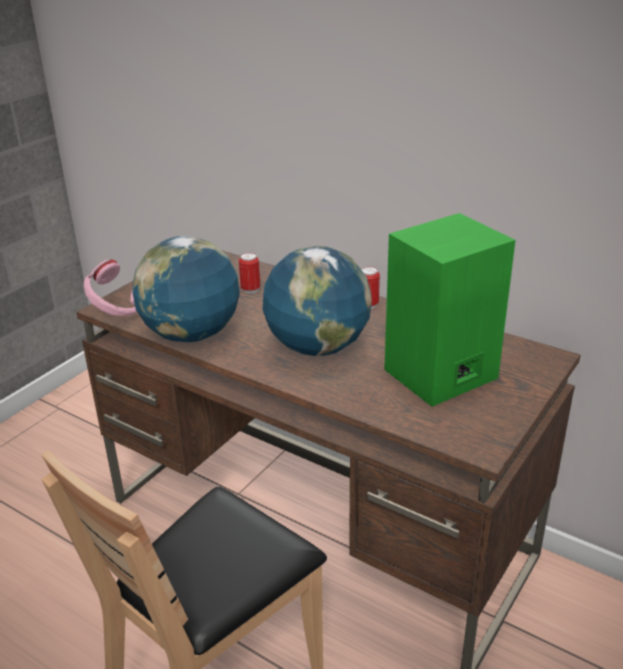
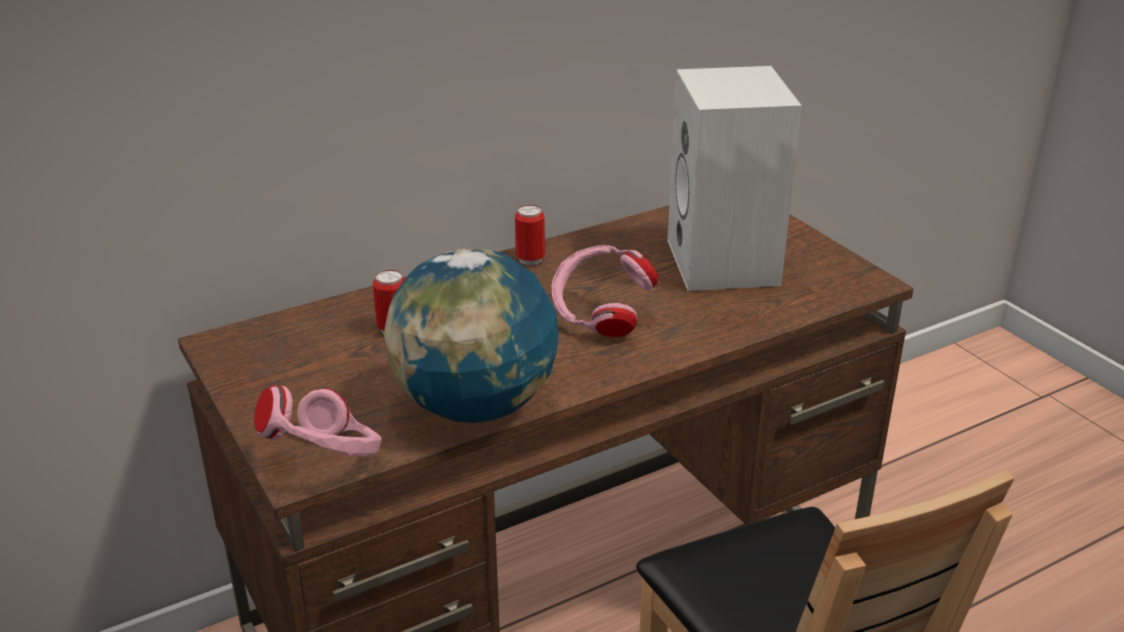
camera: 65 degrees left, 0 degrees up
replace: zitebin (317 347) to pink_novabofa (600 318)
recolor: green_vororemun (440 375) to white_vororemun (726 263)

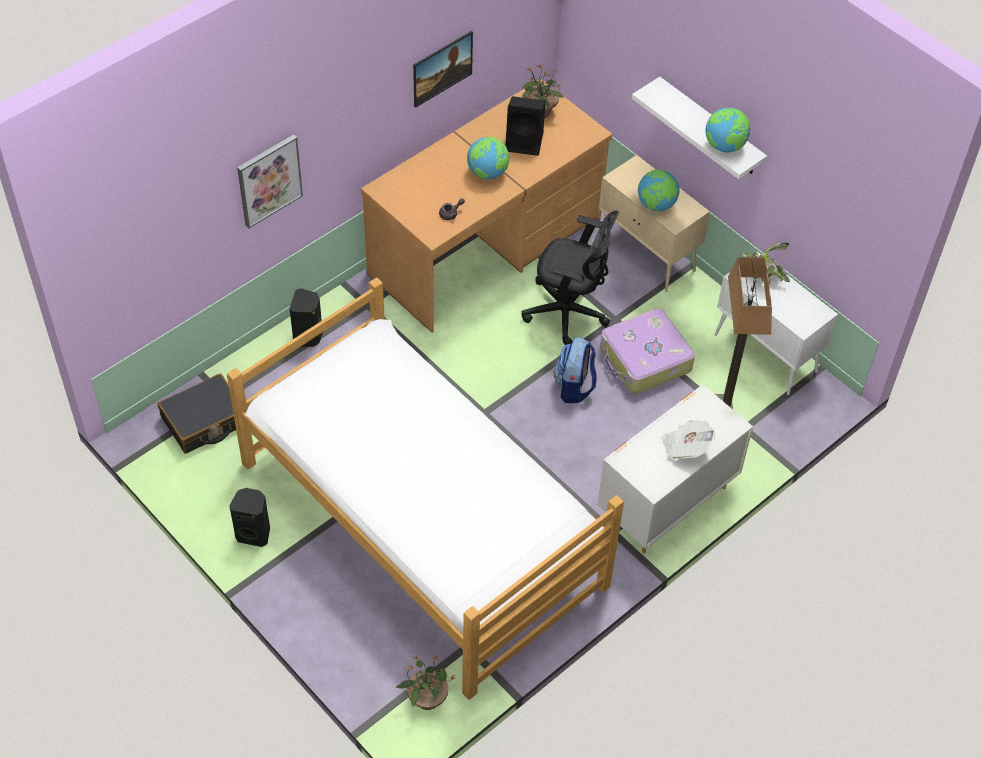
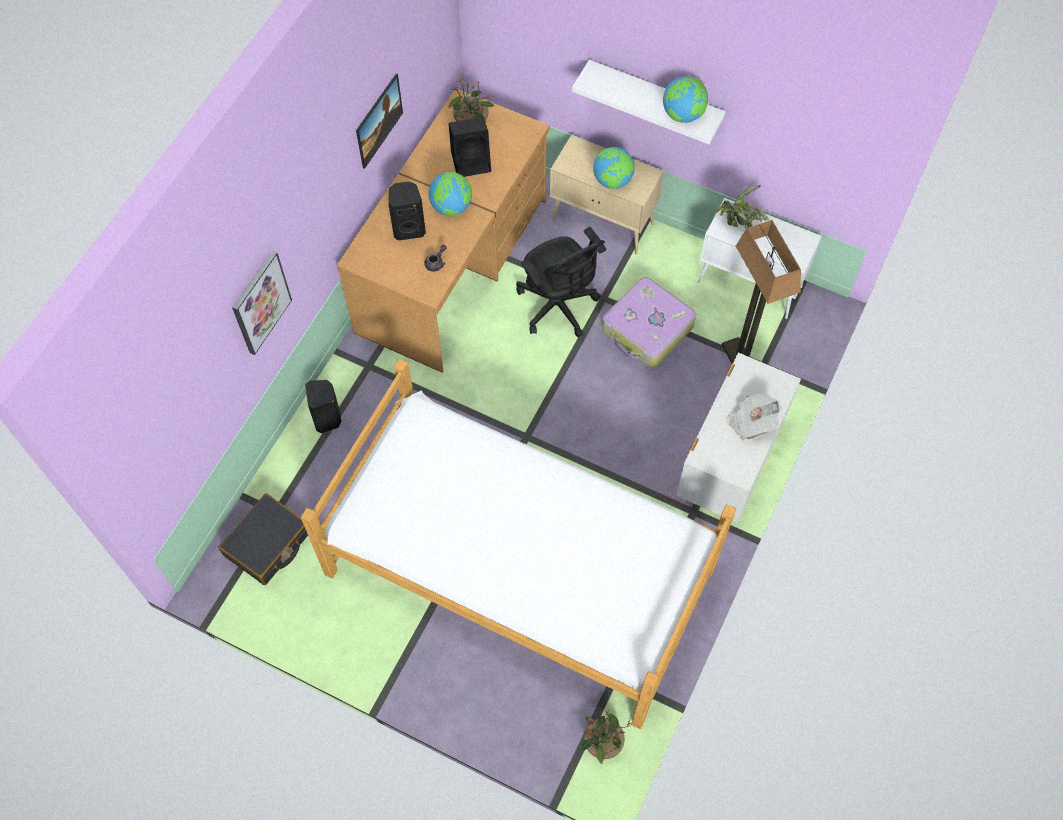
camera: 20 degrees left, 10 degrees up
delete: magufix (574 387)
move: black_vororemun (254 533) to (409 228)
rotate: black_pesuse (568 313) = (558 307) 60 degrees clockwise

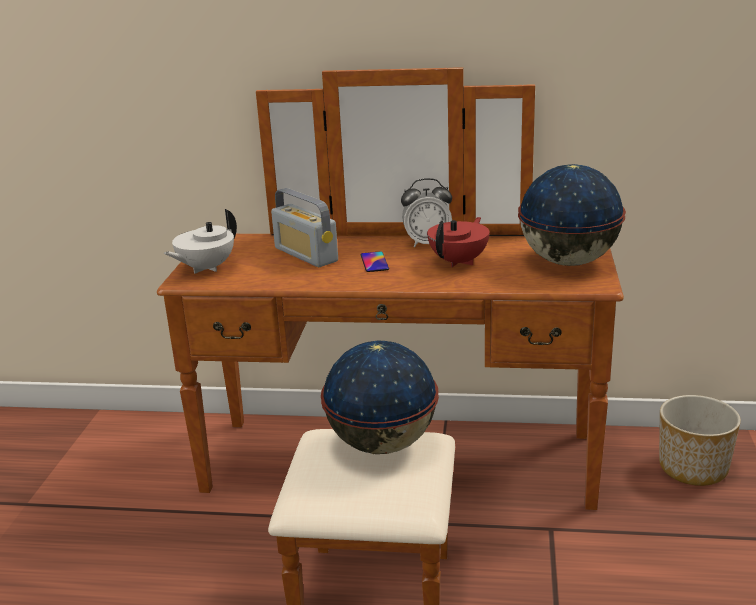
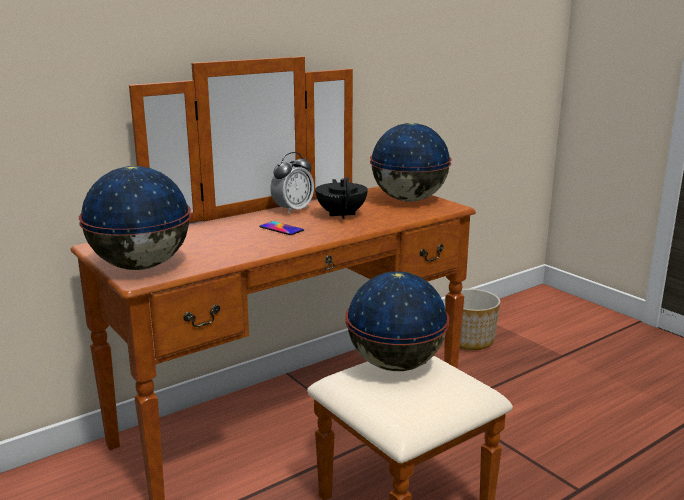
camera: 45 degrees left, 5 degrees down
delete: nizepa (306 254)
replace: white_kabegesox (205 268) to zitebin (140 266)
recolor: red_kabegesox (459 261) to black_kabegesox (341 215)

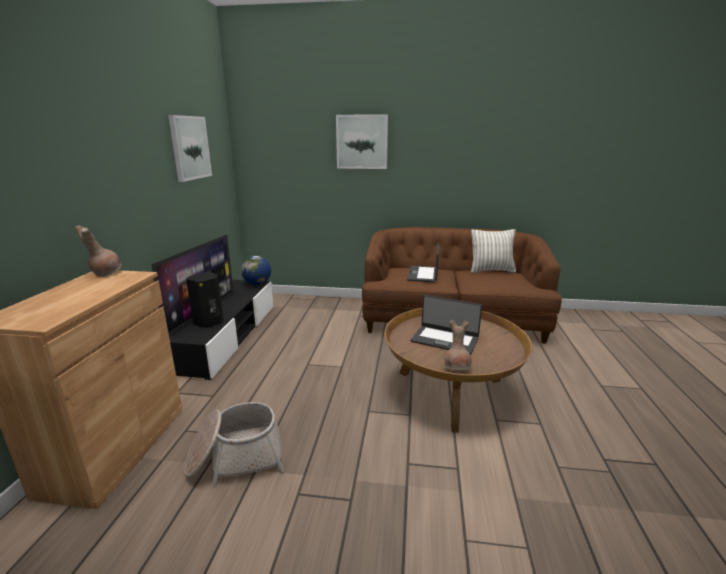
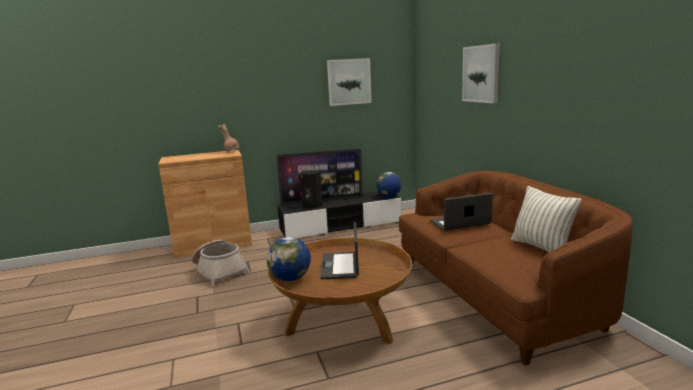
camera: 65 degrees right, 5 degrees down
replace: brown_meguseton (457 369) to zitebin (290 278)

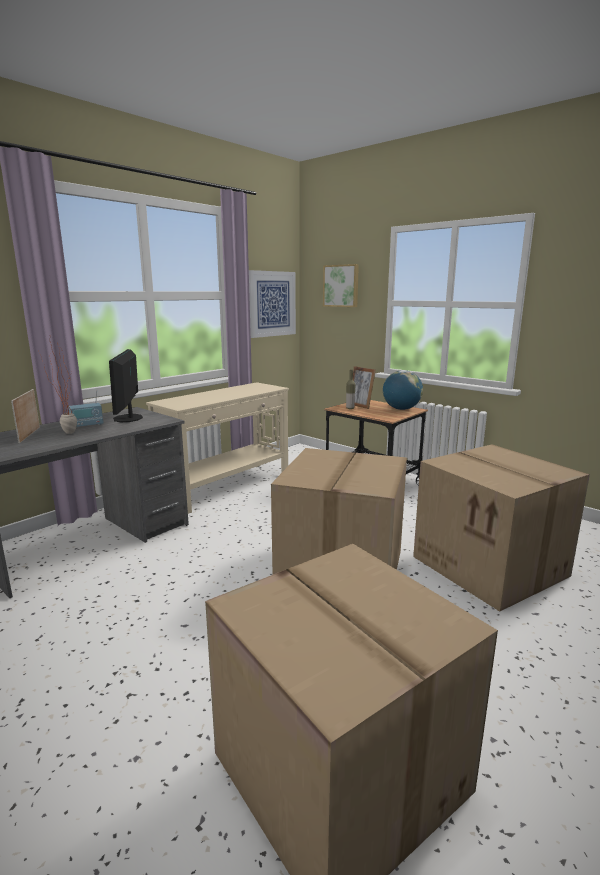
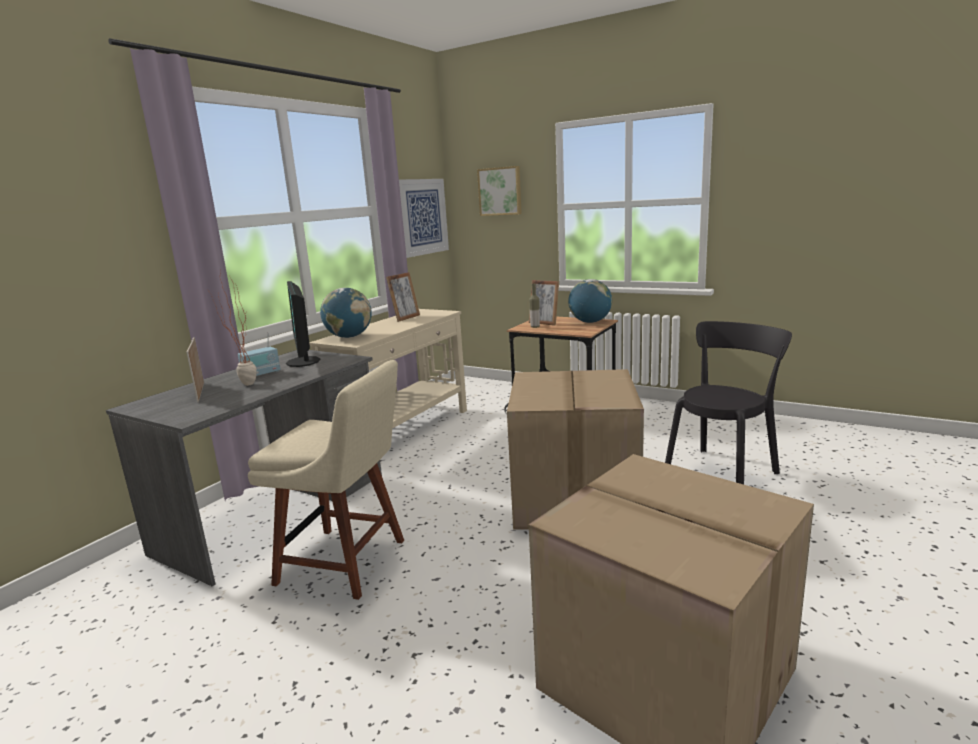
camera: 10 degrees left, 0 degrees up
insert: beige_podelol (347 562); zitebin (349 337); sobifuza (405 318)
replace: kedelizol (492 566) to black_podelol (723 472)

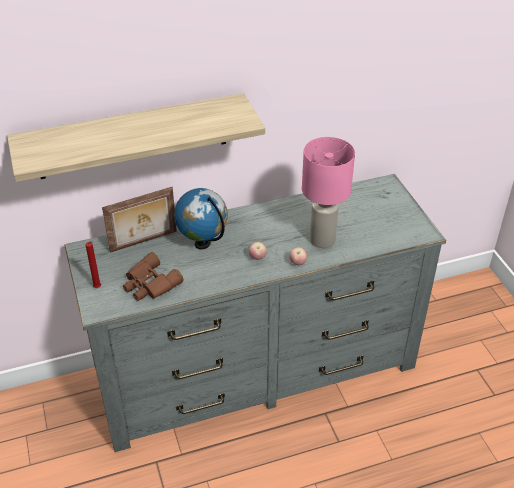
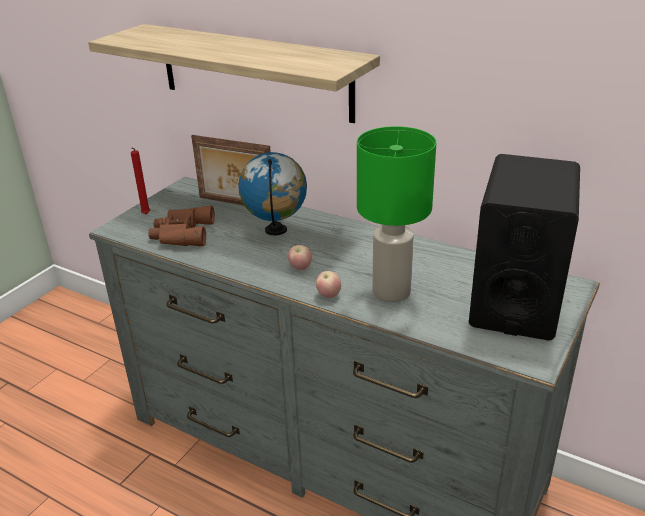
camera: 50 degrees right, 10 degrees down
insert: black_vororemun (515 301)
recolor: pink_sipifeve (322 239) to green_sipifeve (392 291)

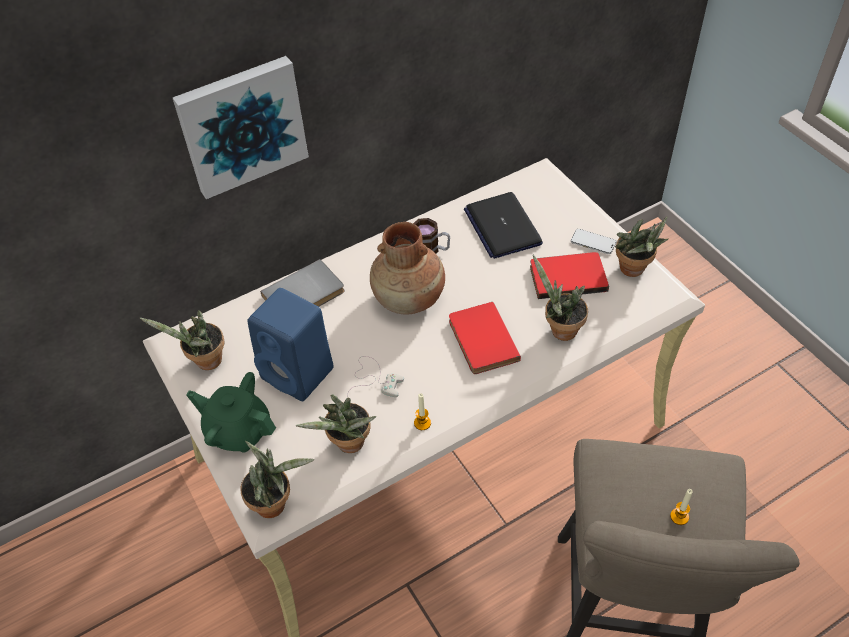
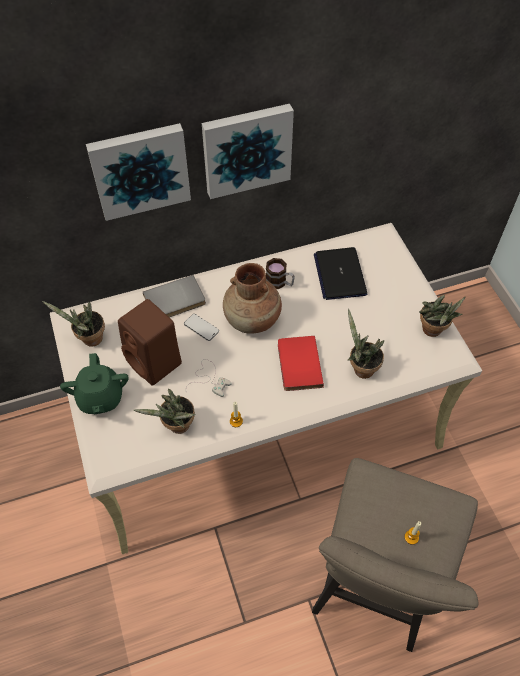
camera: 10 degrees right, 5 degrees up
delete: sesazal (275 503); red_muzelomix (567 276)
insert: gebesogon (246 149)
move: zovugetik (593 242) to (201 328)
recolor: blue_vororemun (300 374) to brown_vororemun (155 363)
rotate: green_kabegesox (238 431) = (100 398) 135 degrees counterclockwise

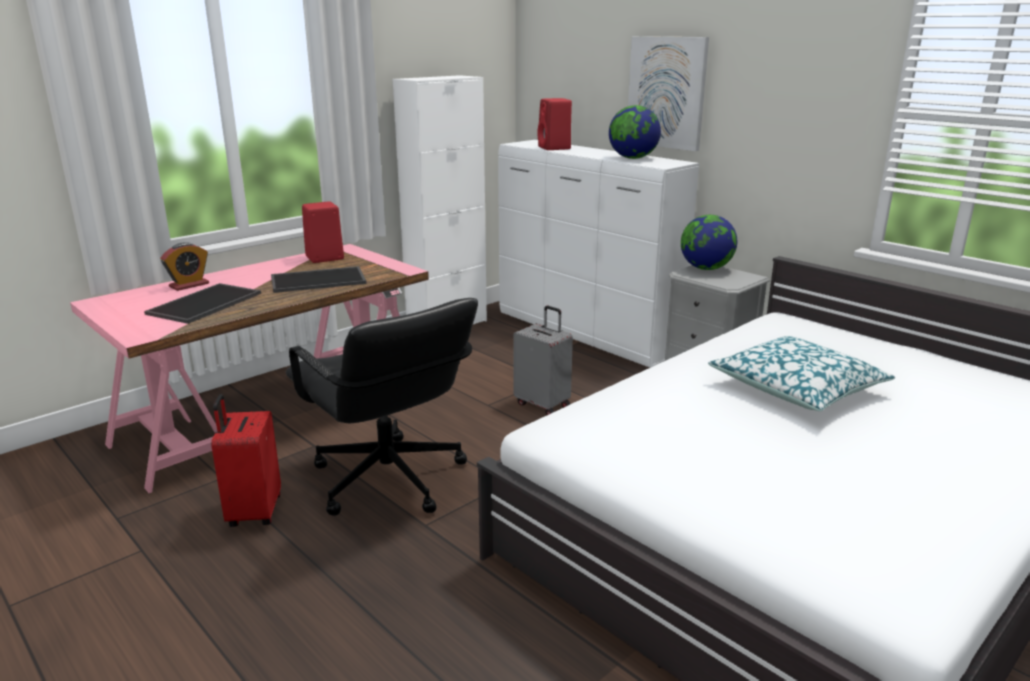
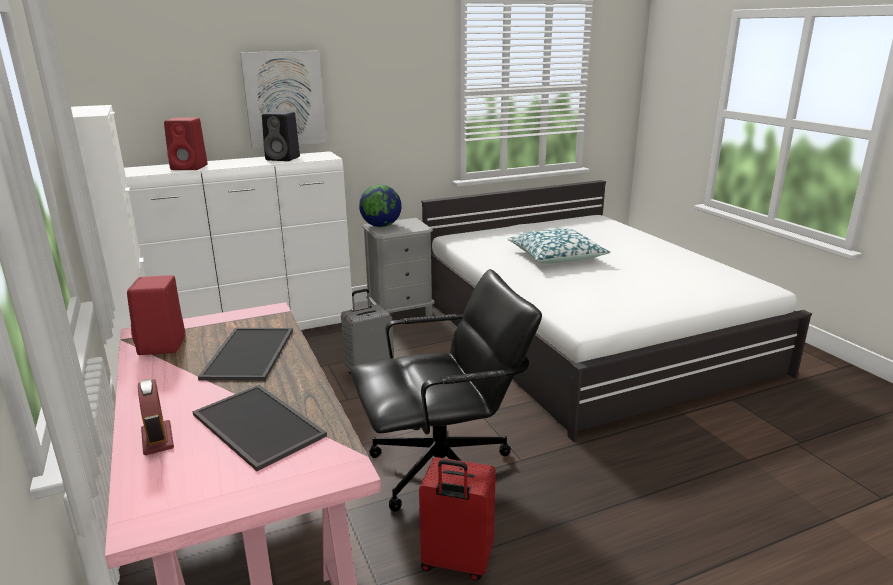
camera: 70 degrees left, 0 degrees up
replace: zitebin (633 158) to black_vororemun (284 158)

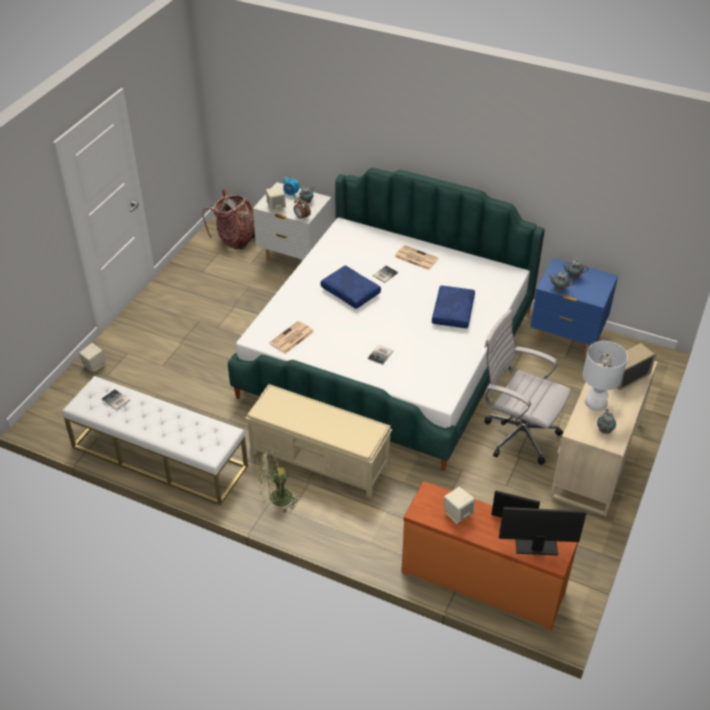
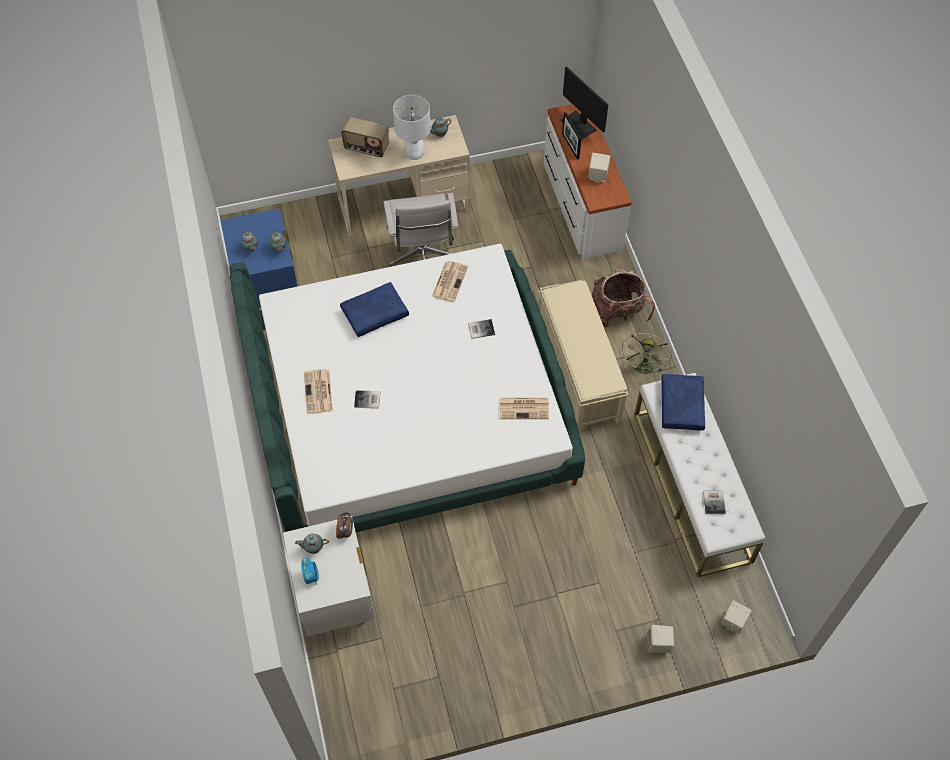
camera: 130 degrees left, 15 degrees up
insert: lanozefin (449 281)
move: magufix (236 238) to (617 312); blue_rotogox (351 292) to (680 405); beige_vororemun (276 207) to (733 622)
recolor: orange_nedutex (483 580) to white_nedutex (580 206)
rotate: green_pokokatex (276 500) = (644 369) 75 degrees clockwise

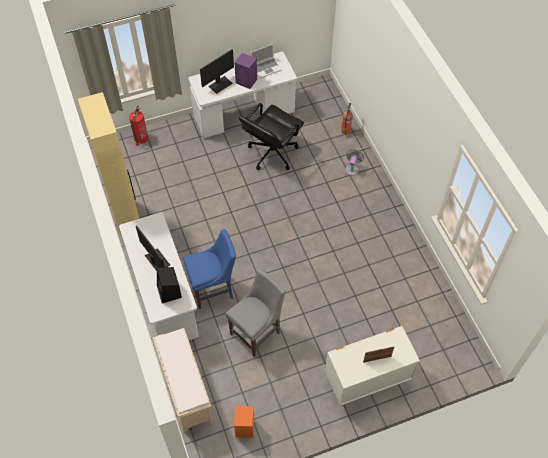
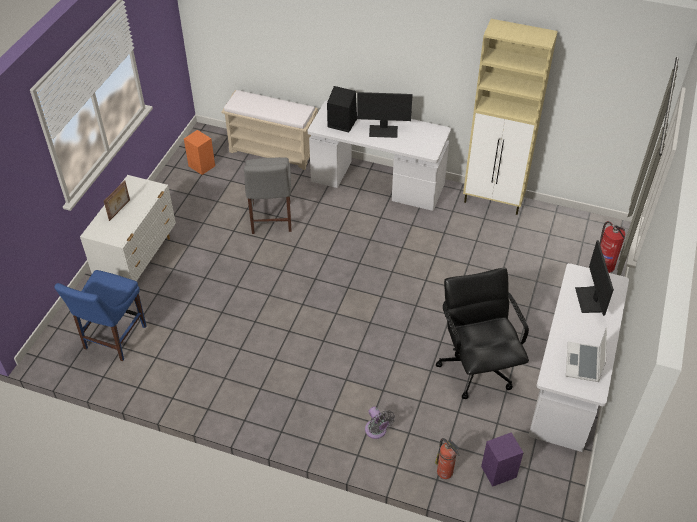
camera: 130 degrees right, 10 degrees down
move: blue_podelol (213 289) to (113 339); purple_vororemun (246 81) to (498 472)

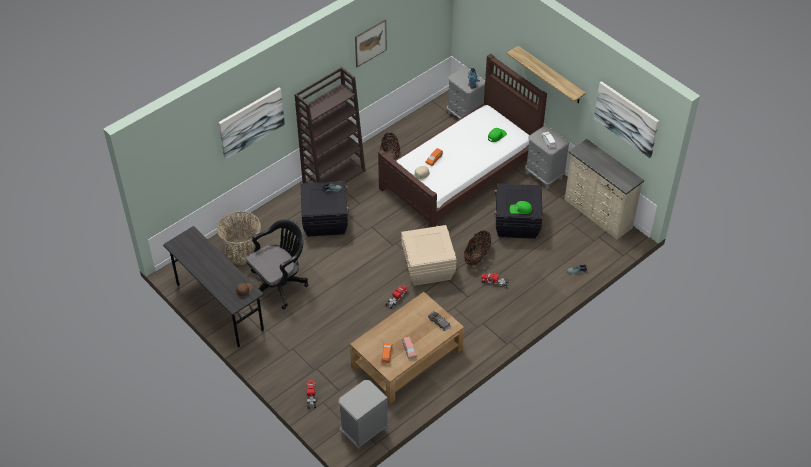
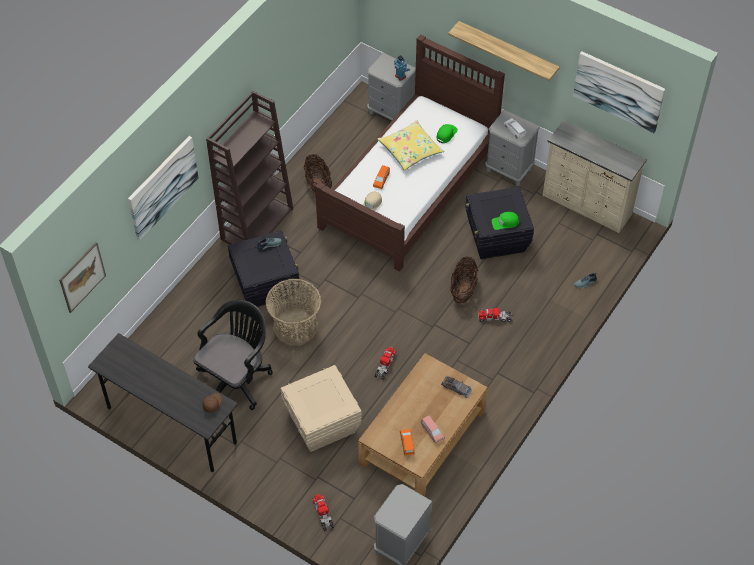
camera: 15 degrees left, 5 degrees up
insert: yellow_rotogox (410 150)
move: gebesogon (370 43) to (82 277); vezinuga (242 251) to (295 327); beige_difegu (427 268) to (321 422)

